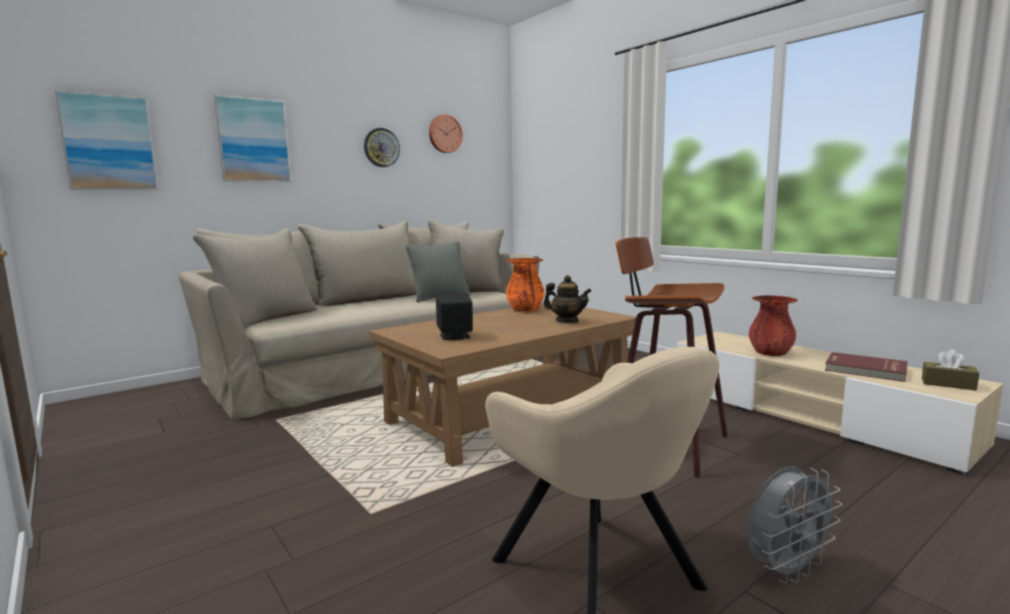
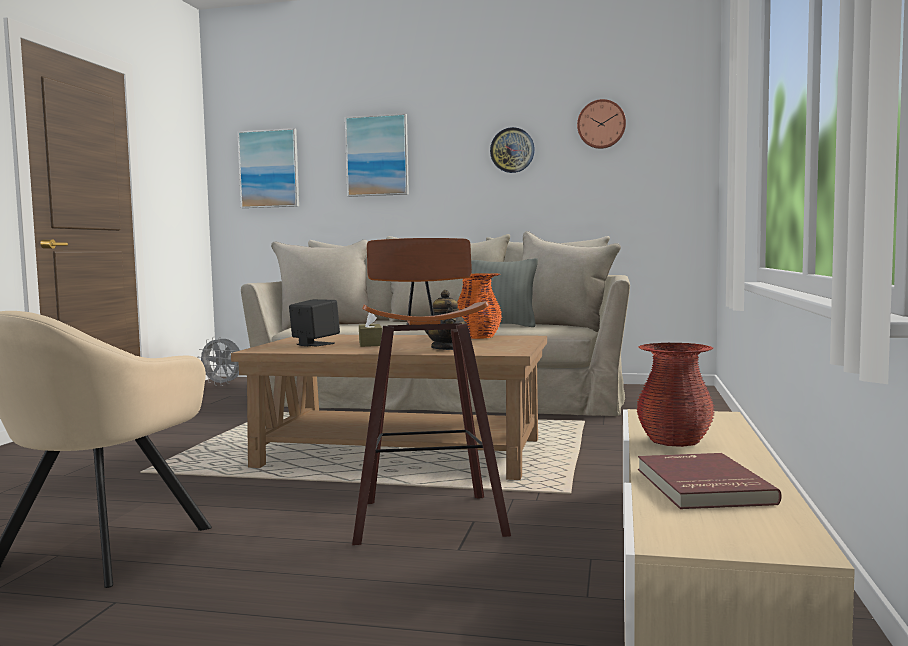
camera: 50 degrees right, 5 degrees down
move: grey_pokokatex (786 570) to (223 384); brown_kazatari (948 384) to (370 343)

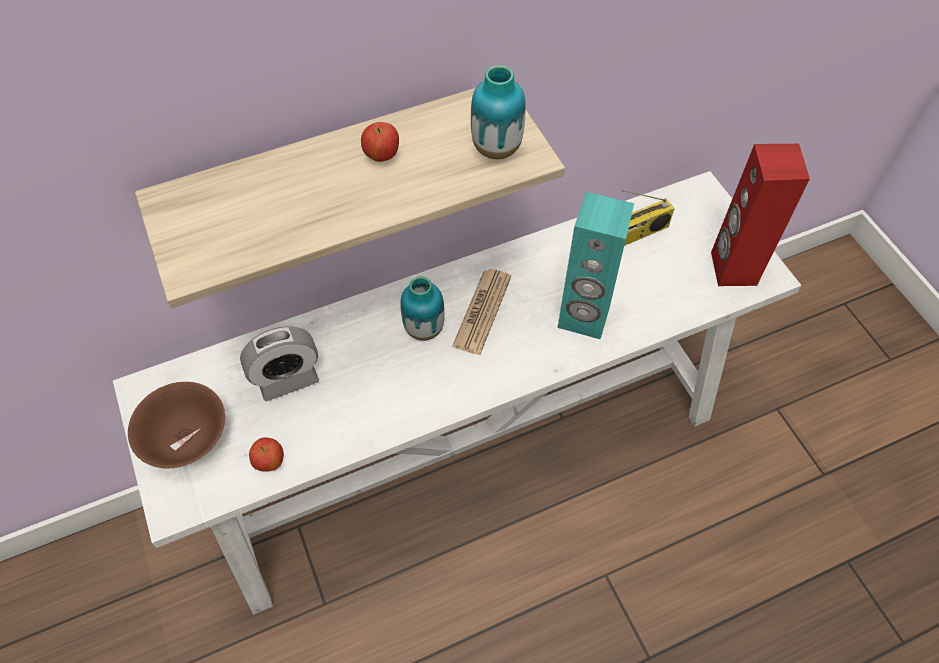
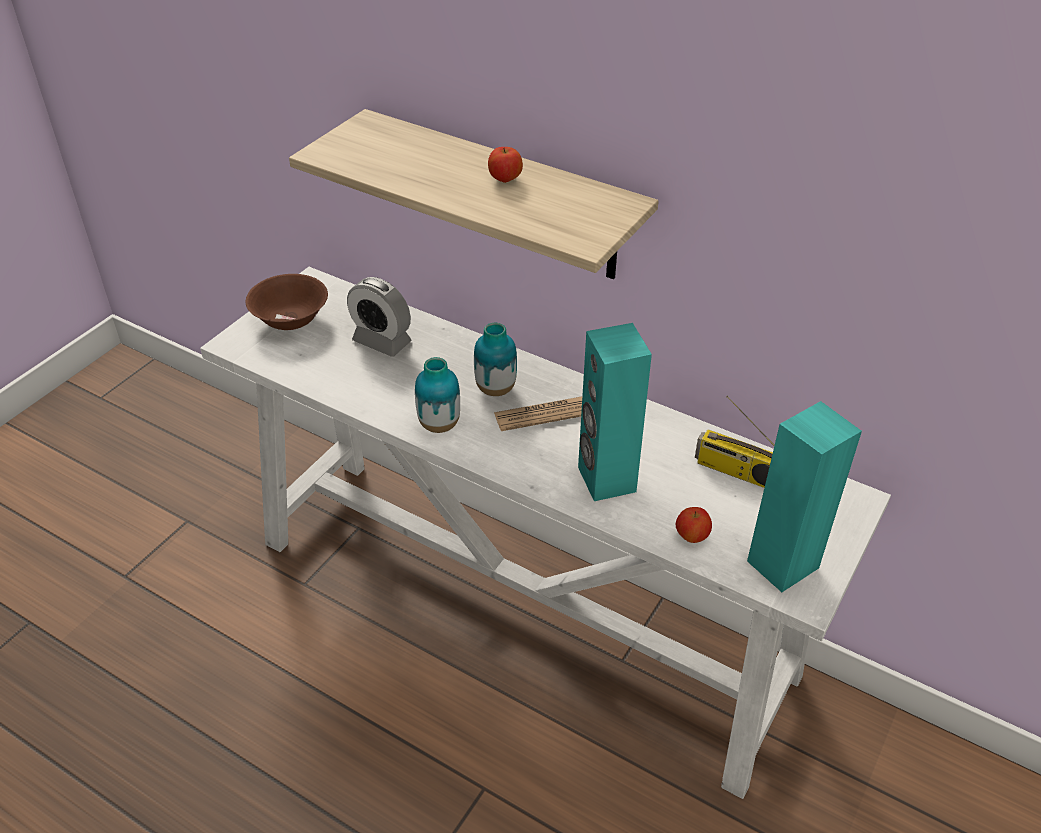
camera: 55 degrees right, 15 degrees down
move: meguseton (496 149) to (439 425); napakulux (269 462) to (691 536)
recolor: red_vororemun (732 268) to turquoise_vororemun (782 564)

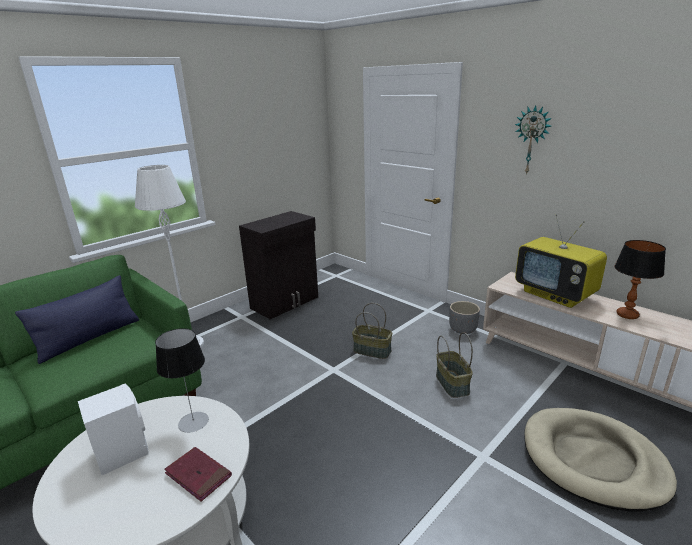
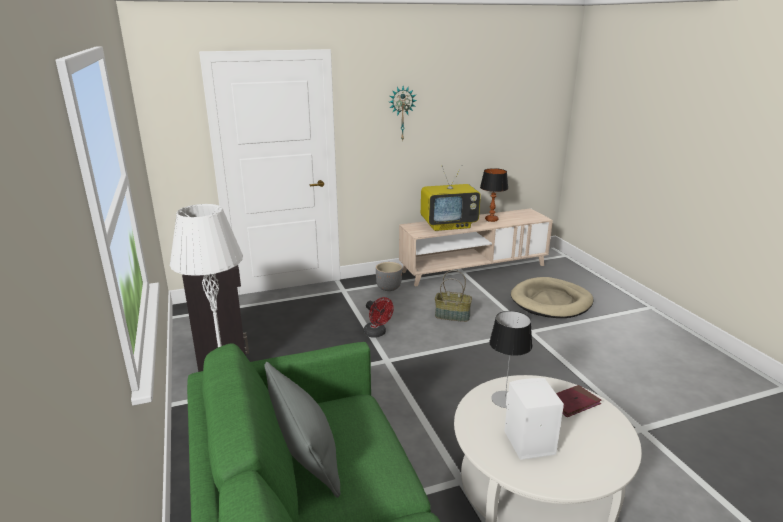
camera: 65 degrees left, 0 degrees up
replace: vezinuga (372 351) to red_pokokatex (377 333)
recolor: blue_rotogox (89 338) to grey_rotogox (304 452)

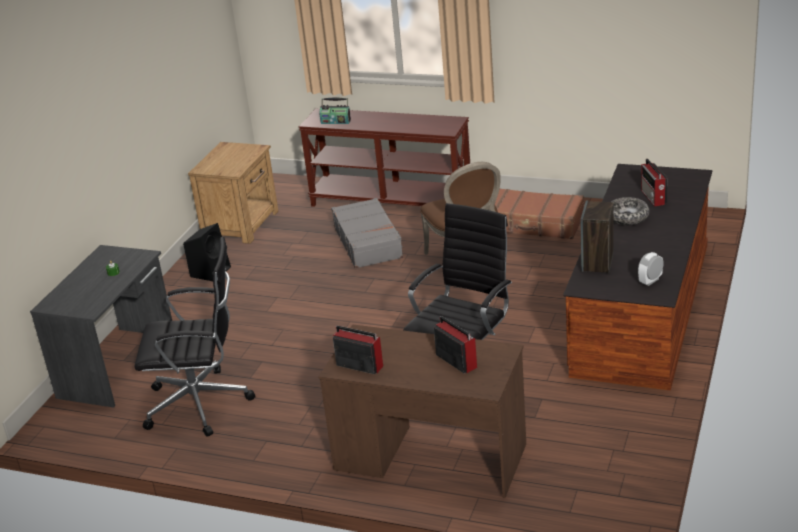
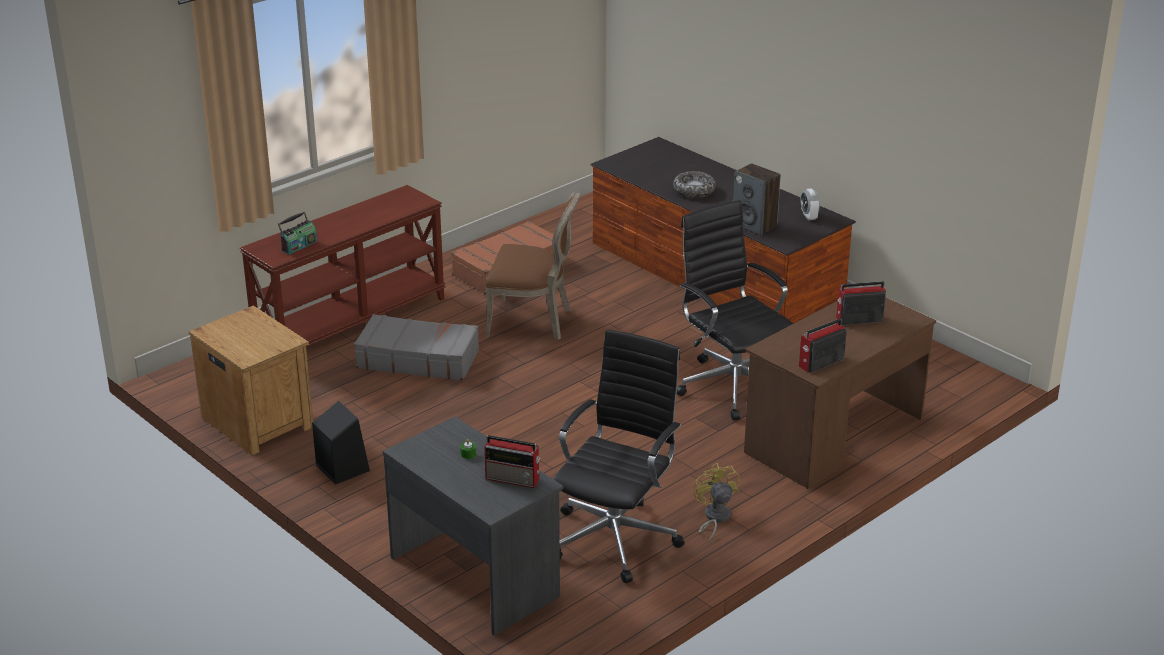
camera: 65 degrees left, 0 degrees up
insert: yellow_pokokatex (714 518)
move: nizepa (653 197) to (514 479)

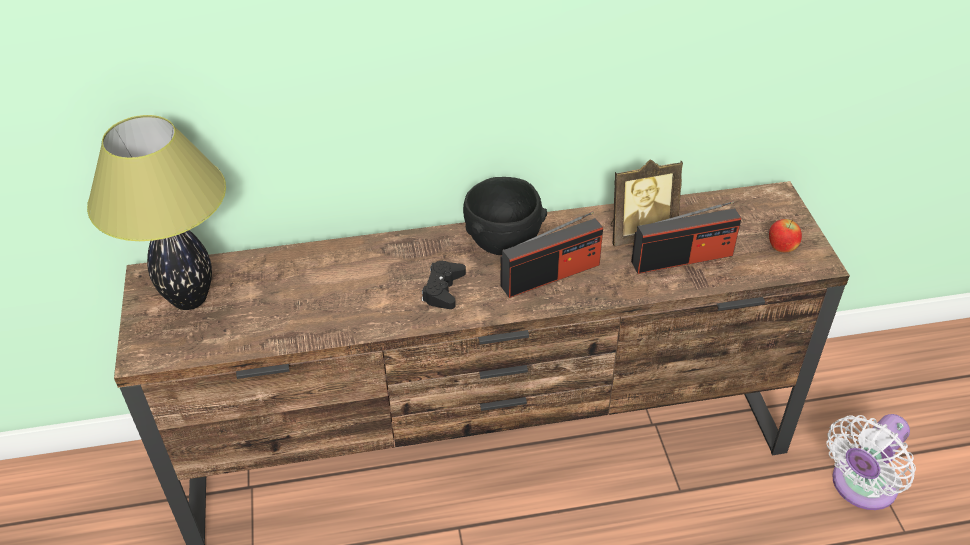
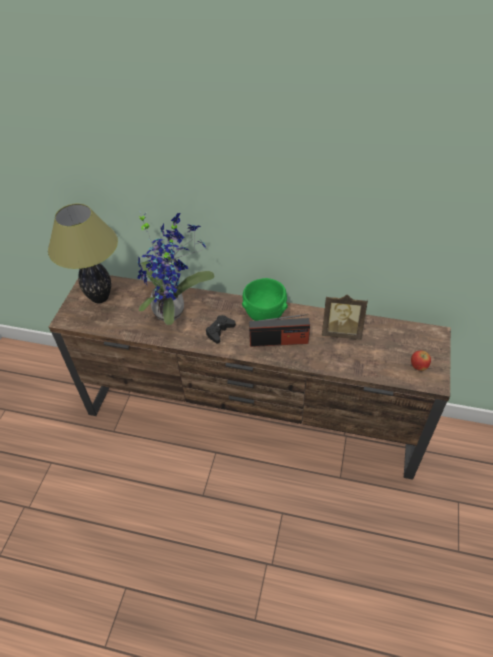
camera: 25 degrees right, 5 degrees up
delete: nizepa (682 258); white_pokokatex (860 487)
insert: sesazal (173 309)
recolor: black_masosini (503 242) to green_masosini (265 314)

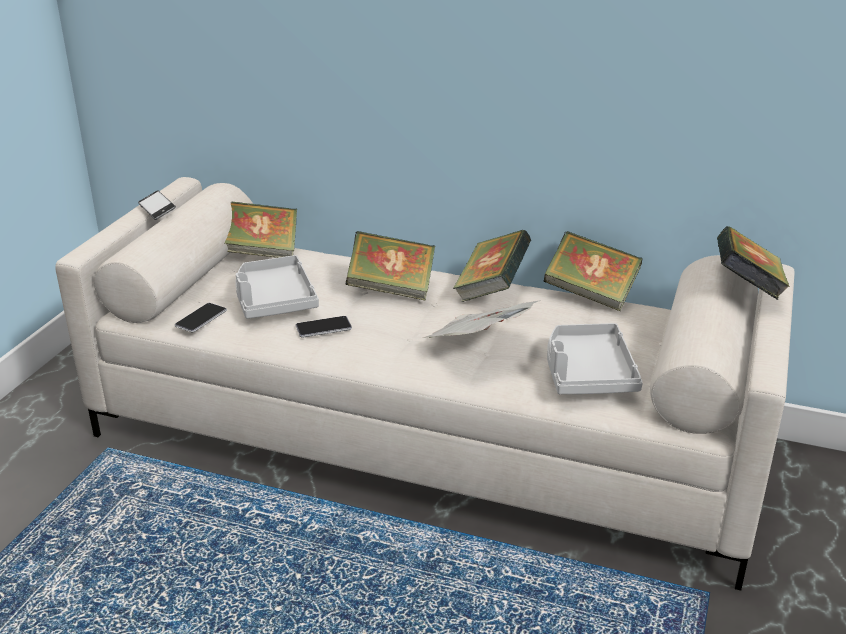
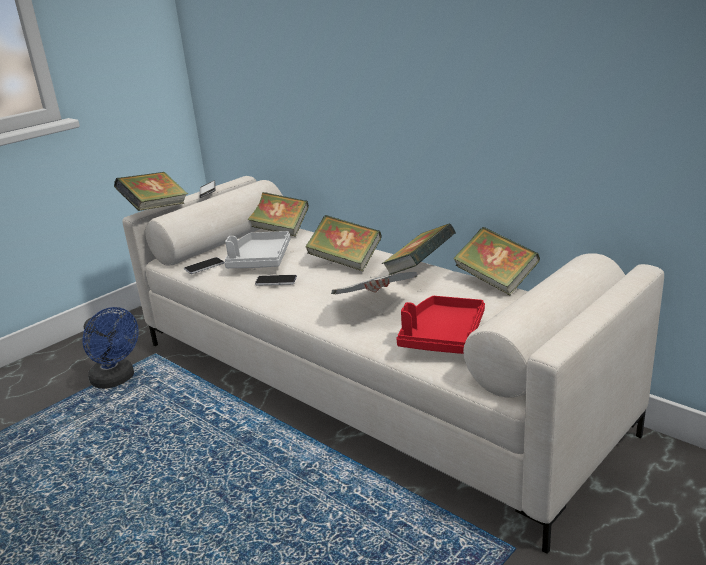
camera: 25 degrees right, 5 degrees down
insert: blue_pokokatex (117 380)
move: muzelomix (746 289) to (155 209)
recolor: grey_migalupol (587 373) to red_migalupol (442 336)

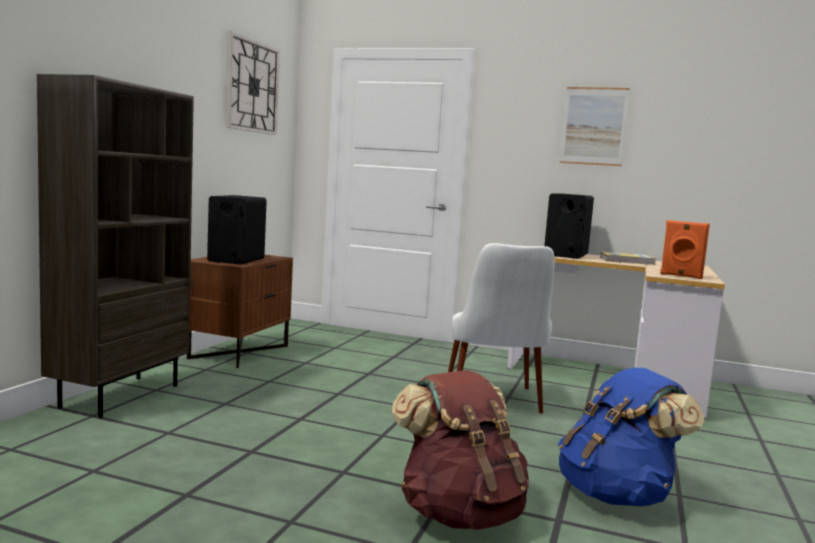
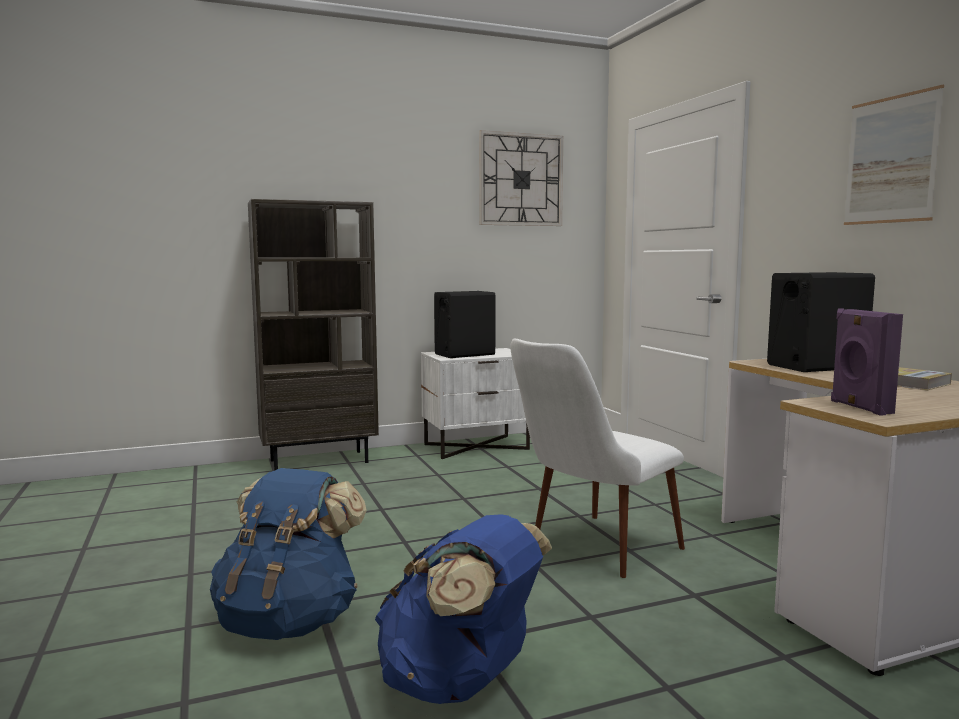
camera: 50 degrees right, 0 degrees up
recolor: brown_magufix (459 513) to blue_magufix (289 622); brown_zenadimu (238 352) to white_zenadimu (476 446); orange_vororemun (681 276) to purple_vororemun (859 407)

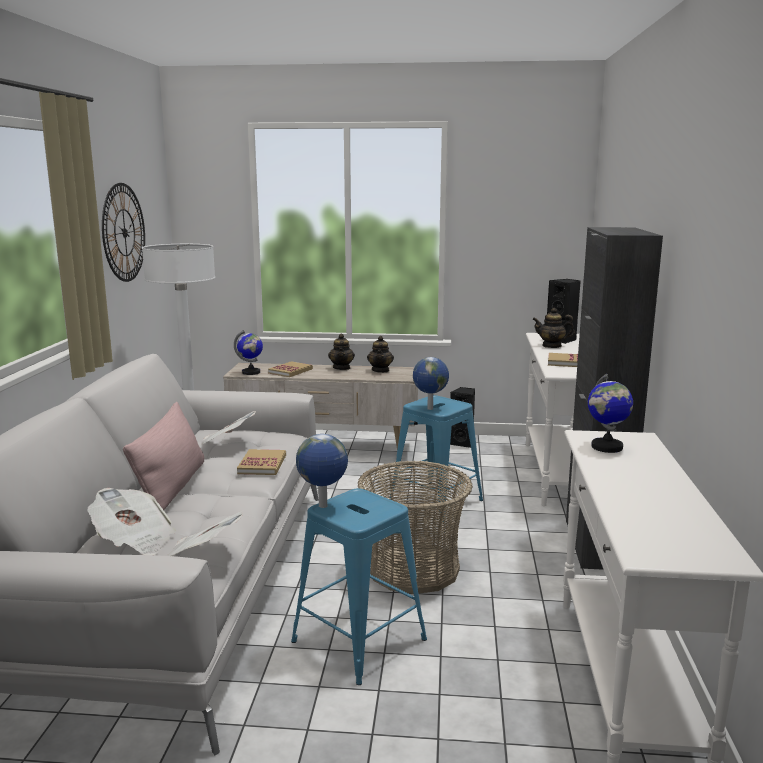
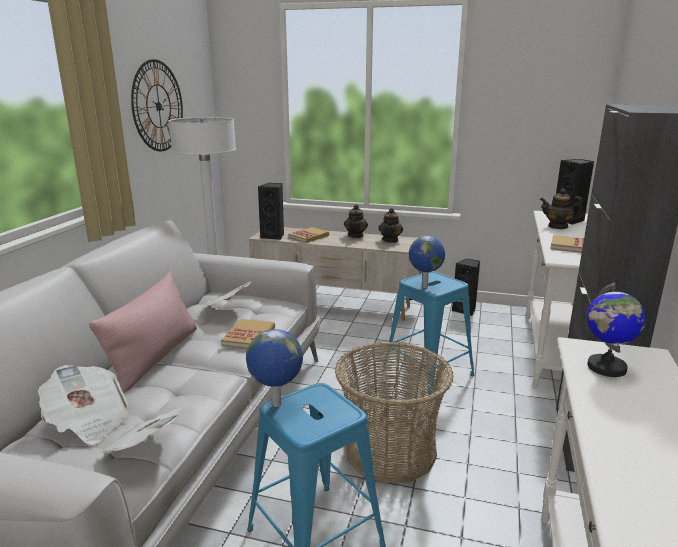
camera: 10 degrees right, 5 degrees up
replace: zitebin (251 372) to black_vororemun (274 236)

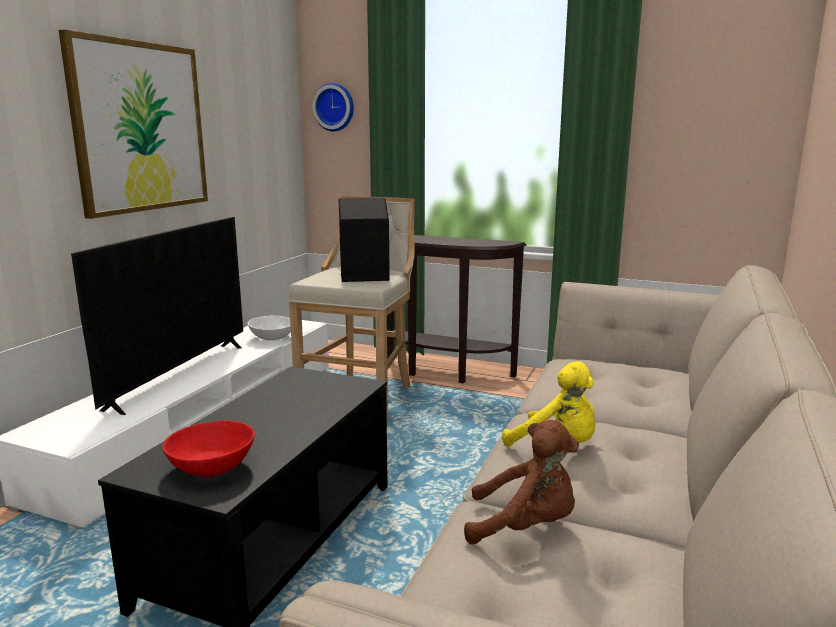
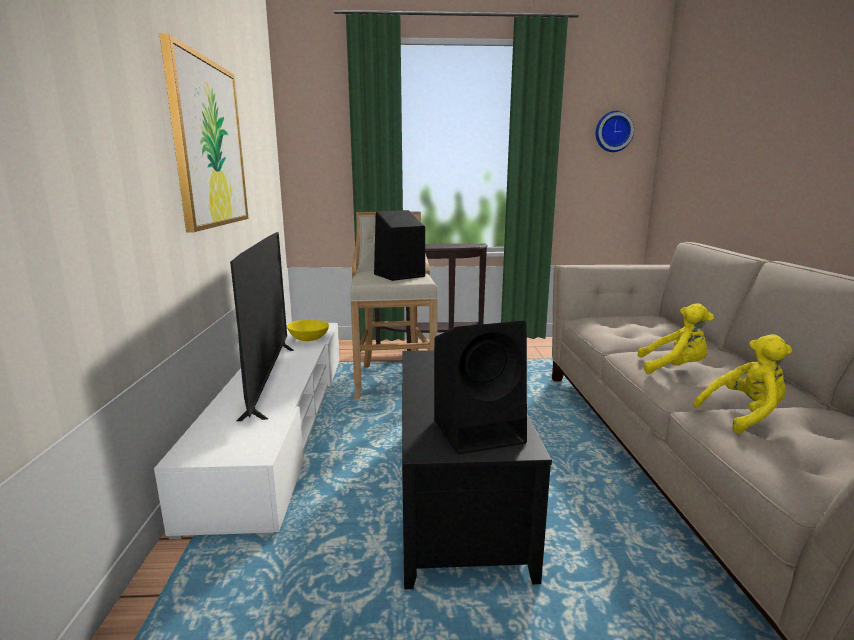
camera: 25 degrees left, 0 degrees up
move: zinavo (335 107) to (613 132)
replace: red_masosini (213 467) to black_vororemun (480 430)
recolor: white_masosini (271 338) to yellow_masosini (308 339); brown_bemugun (525 526) to yellow_bemugun (744 416)

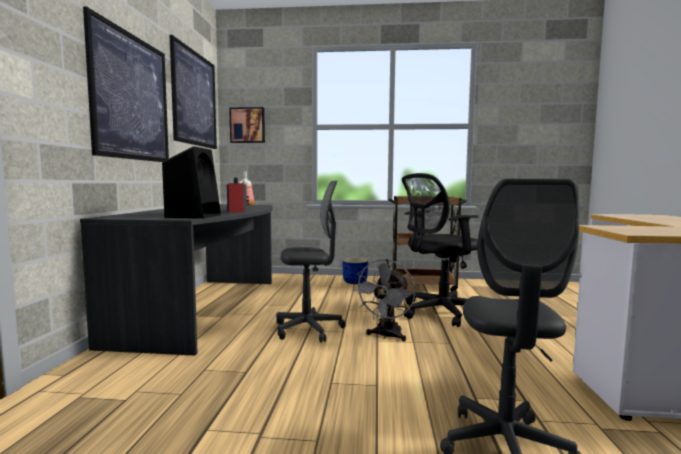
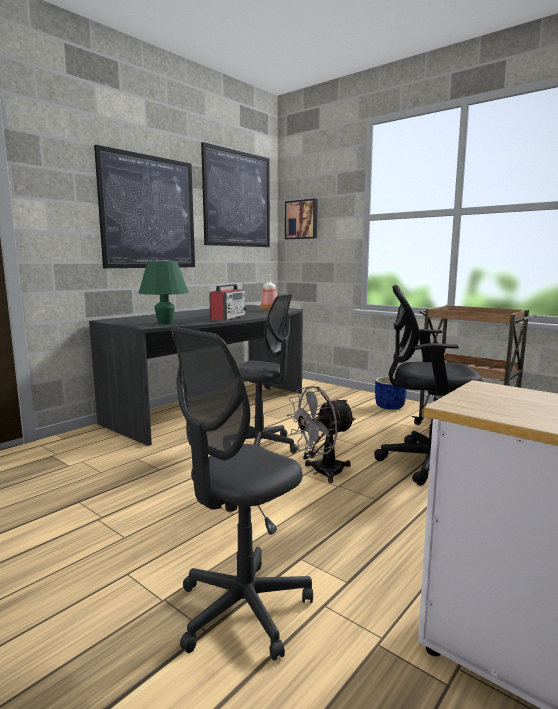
camera: 35 degrees right, 5 degrees up
replace: black_vororemun (194 216) to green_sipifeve (165 323)

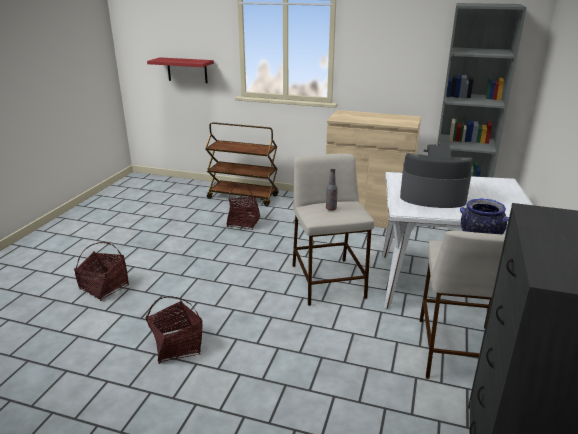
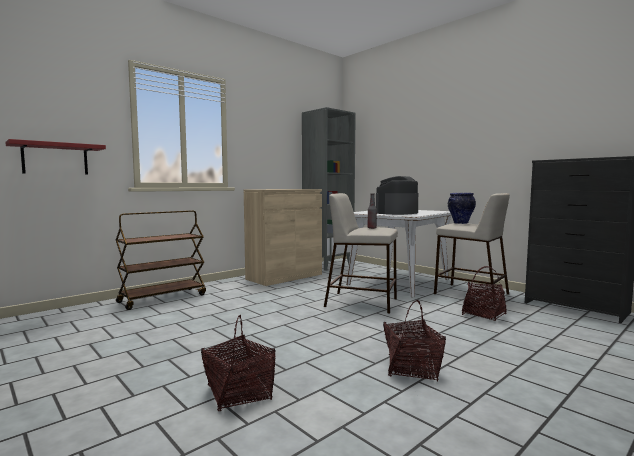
camera: 60 degrees left, 20 degrees down
move: vezinuga (243 223) to (484 314)

